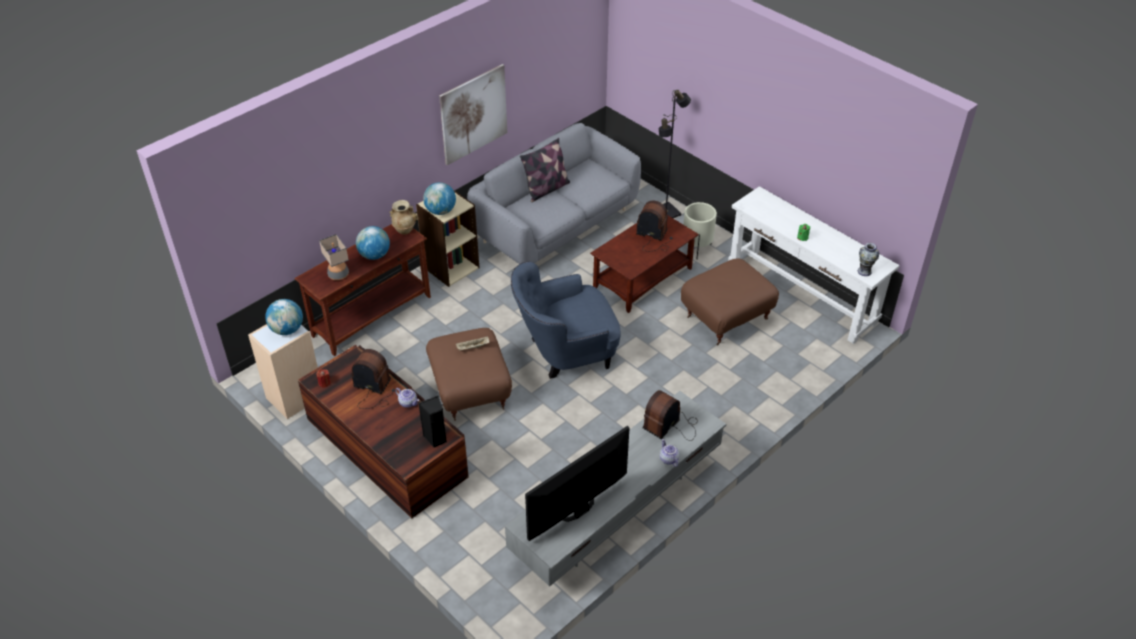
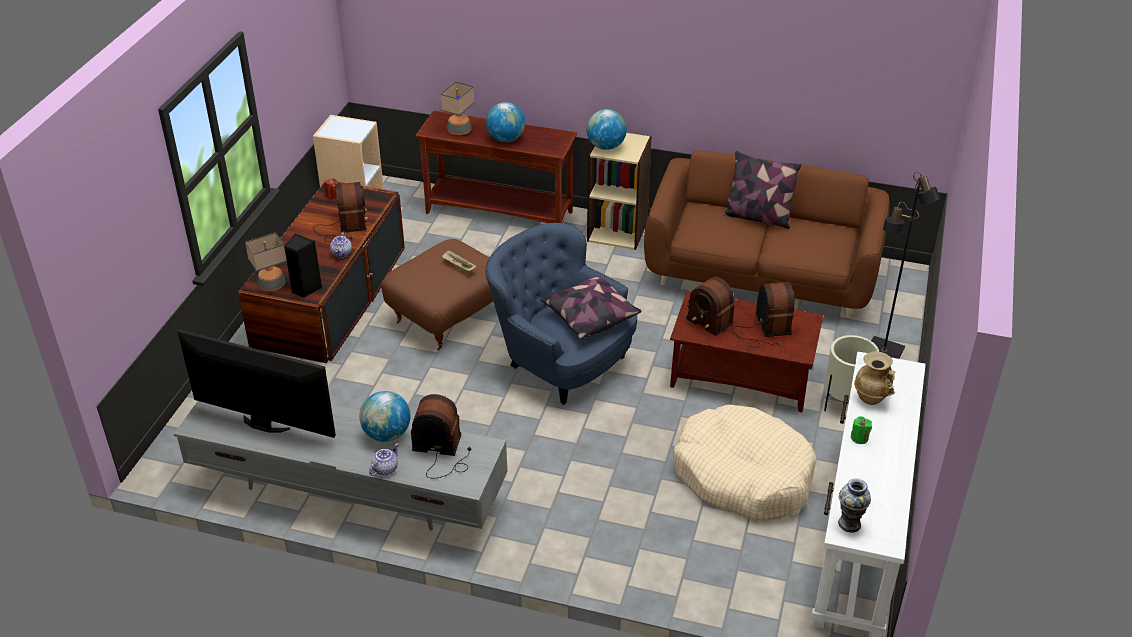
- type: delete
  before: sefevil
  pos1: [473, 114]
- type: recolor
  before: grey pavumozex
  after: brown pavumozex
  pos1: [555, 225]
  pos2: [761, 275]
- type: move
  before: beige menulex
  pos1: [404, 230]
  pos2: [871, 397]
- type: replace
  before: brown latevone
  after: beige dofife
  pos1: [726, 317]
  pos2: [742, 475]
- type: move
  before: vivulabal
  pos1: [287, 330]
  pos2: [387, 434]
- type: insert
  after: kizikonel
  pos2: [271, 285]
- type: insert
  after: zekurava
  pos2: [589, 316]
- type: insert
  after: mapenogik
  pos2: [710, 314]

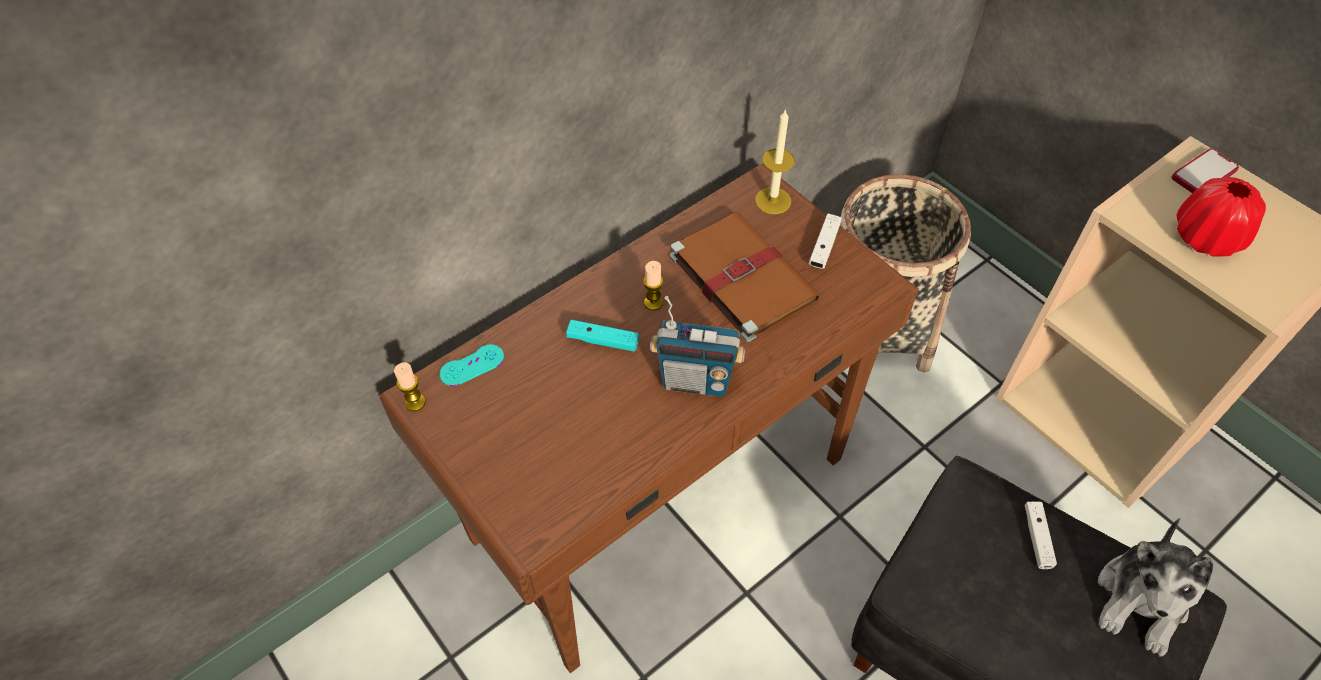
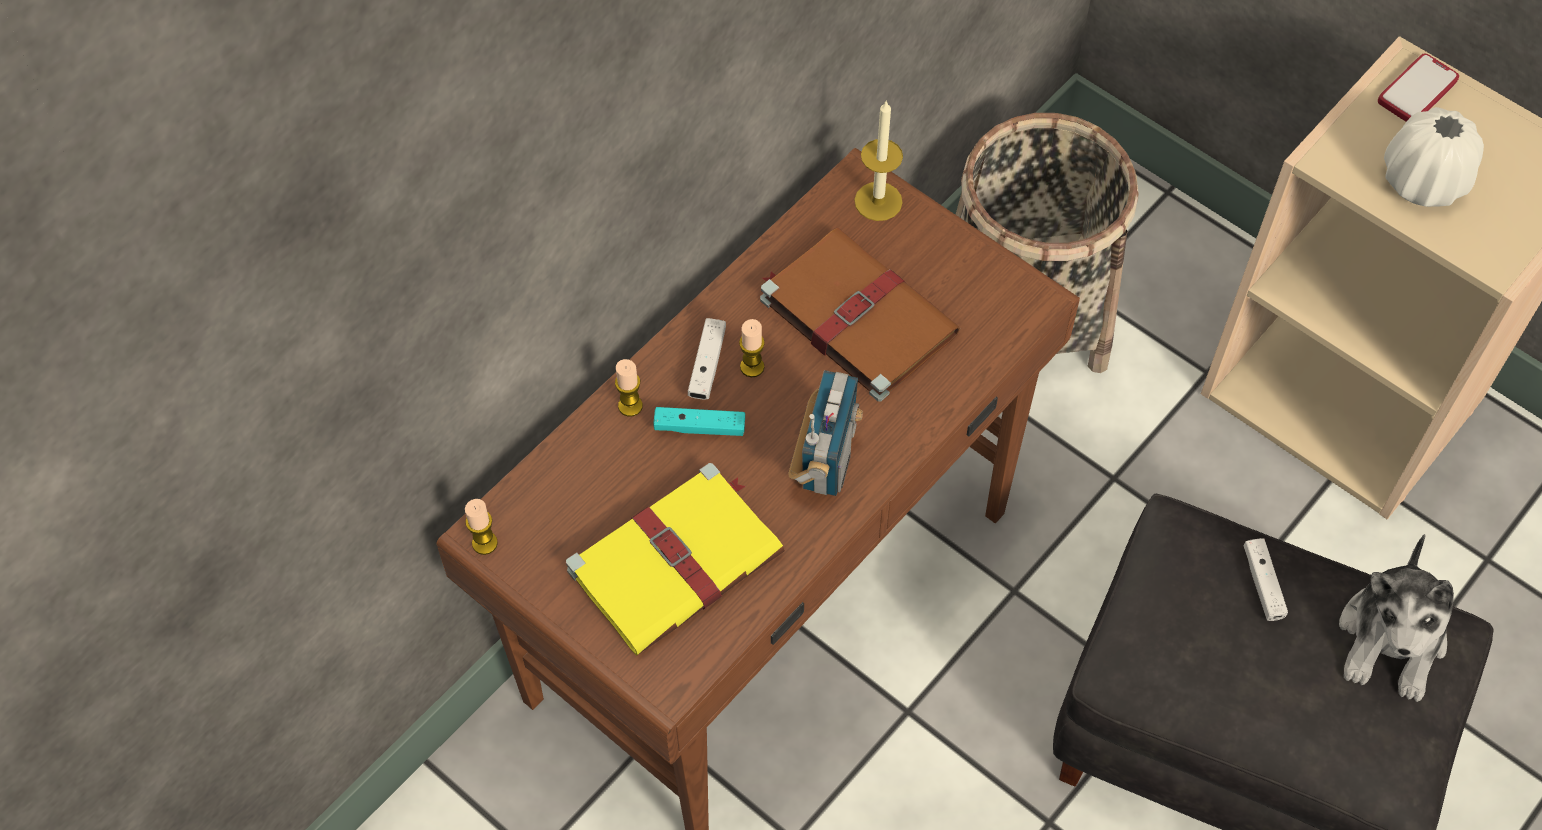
- type: recolor
  before: red menulex
  after: white menulex
  pos1: [1205, 238]
  pos2: [1422, 181]
- type: move
  before: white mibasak
  pos1: [824, 247]
  pos2: [707, 365]
- type: rotate
  before: mapenogik
  pos1: [696, 381]
  pos2: [825, 461]
  turn: -75
- type: delete
  before: turquoise mibasak
  pos1: [472, 365]
- type: insert
  after: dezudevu
  pos2: [630, 406]
- type: insert
  after: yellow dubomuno
  pos2: [678, 560]

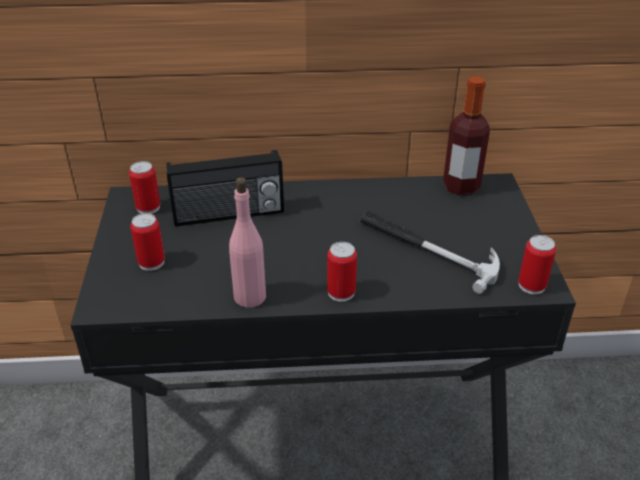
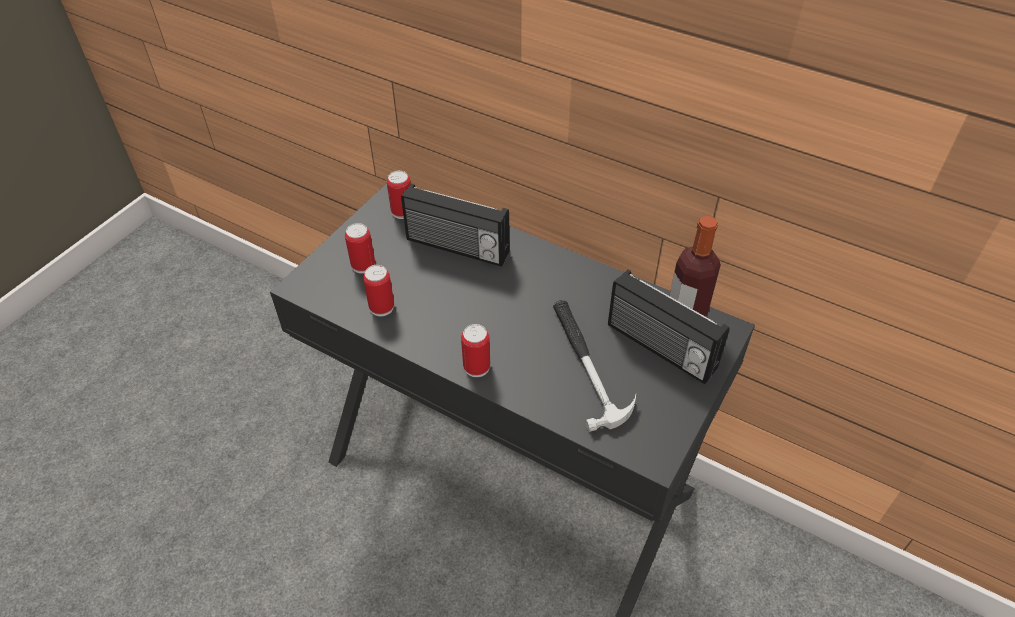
- type: delete
  before: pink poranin
  pos1: [249, 296]
- type: move
  before: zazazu
  pos1: [531, 285]
  pos2: [381, 307]
- type: insert
  after: mapenogik
  pos2: [659, 348]

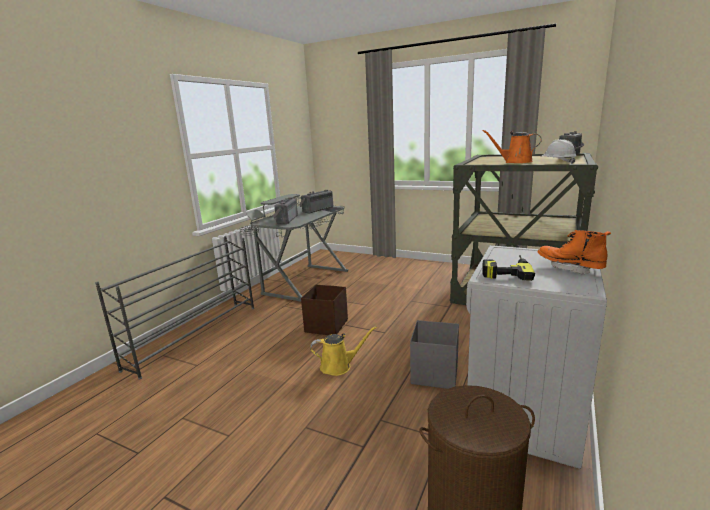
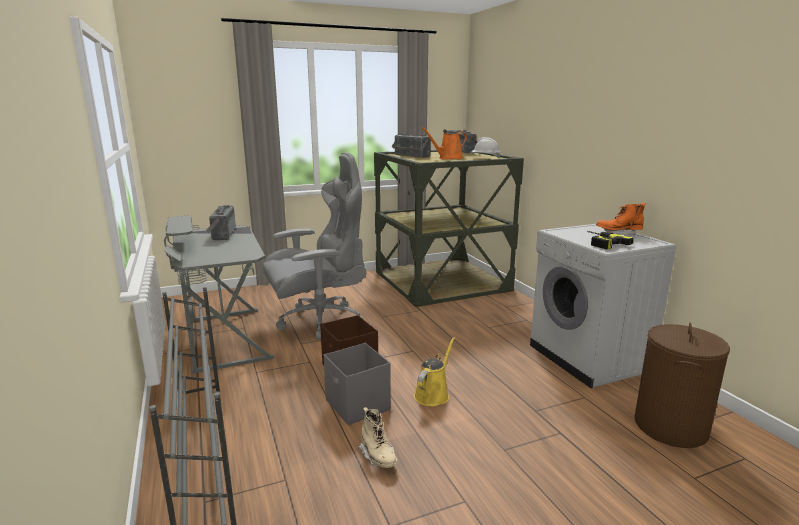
- type: move
  before: mapenogik
  pos1: [285, 220]
  pos2: [410, 156]
- type: move
  before: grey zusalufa
  pos1: [434, 374]
  pos2: [357, 406]
- type: insert
  after: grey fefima
  pos2: [315, 323]
- type: insert
  after: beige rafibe
  pos2: [378, 456]

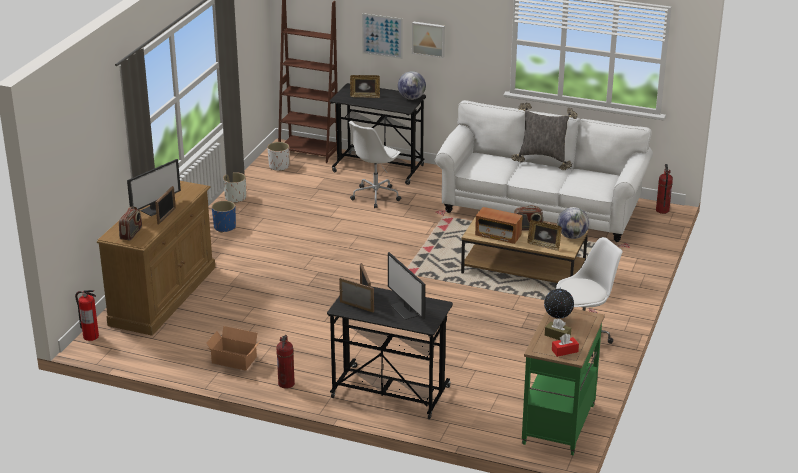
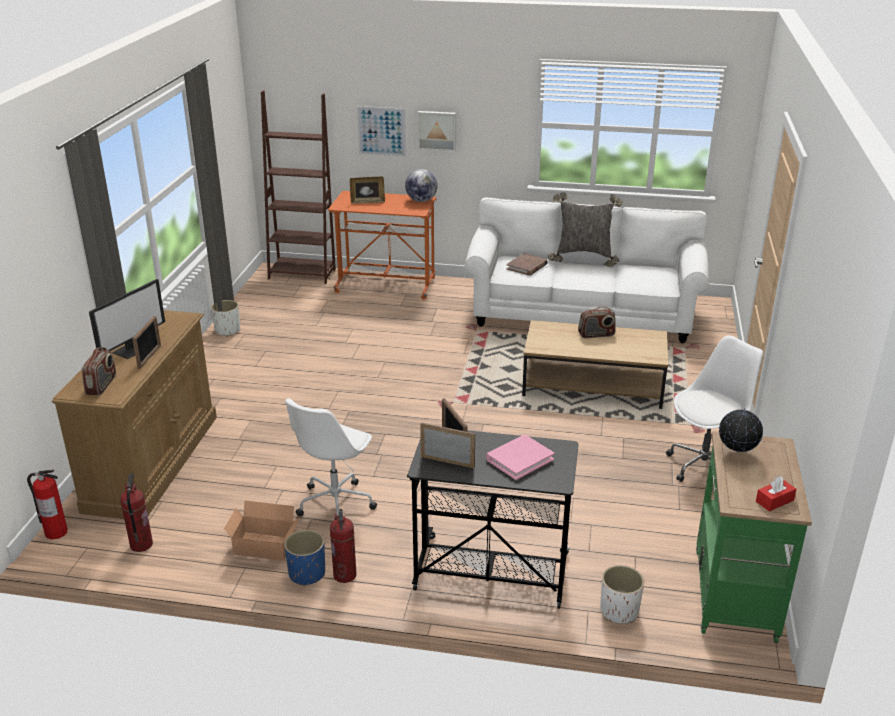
- type: recolor
  before: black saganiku
  after: orange saganiku
  pos1: [378, 168]
  pos2: [386, 285]
- type: move
  before: white fefima
  pos1: [374, 197]
  pos2: [334, 505]
- type: move
  before: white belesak
  pos1: [279, 166]
  pos2: [619, 611]
- type: move
  before: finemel
  pos1: [662, 210]
  pos2: [141, 545]
- type: move
  before: blue belesak
  pos1: [225, 227]
  pos2: [307, 573]
- type: delete
  before: mapenogik
  pos1: [498, 235]
- type: delete
  before: vivulabal
  pos1: [572, 236]
- type: delete
  before: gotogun
  pos1: [544, 246]
- type: replace
  before: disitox
  after: pink dubomuno
  pos1: [406, 310]
  pos2: [519, 459]
- type: delete
  before: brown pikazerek
  pos1: [557, 335]
- type: insert
  after: brown dubomuno
  pos2: [527, 266]

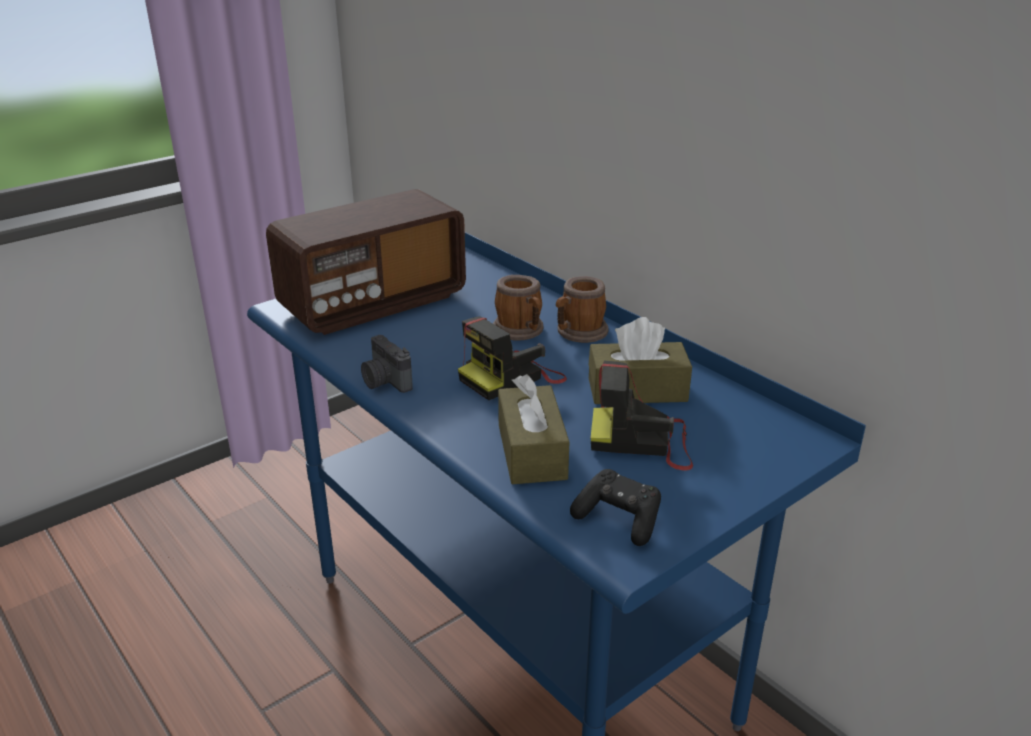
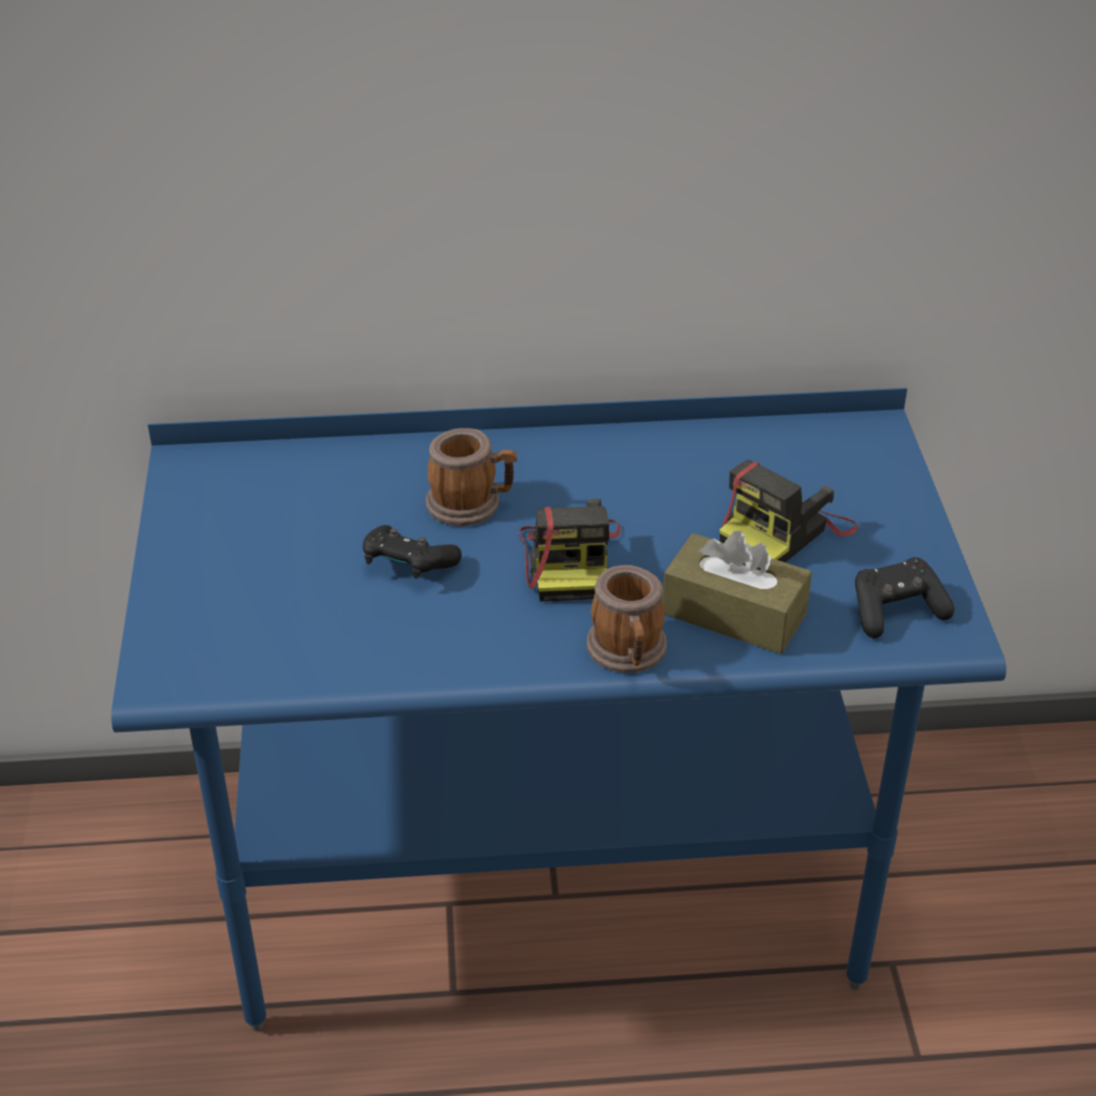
- type: delete
  before: mapenogik
  pos1: [373, 303]
- type: move
  before: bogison
  pos1: [578, 333]
  pos2: [628, 653]
- type: delete
  before: brown pikazerek
  pos1: [637, 390]
- type: delete
  before: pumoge
  pos1: [384, 382]
- type: insert
  after: black mibasak
  pos2: [408, 566]

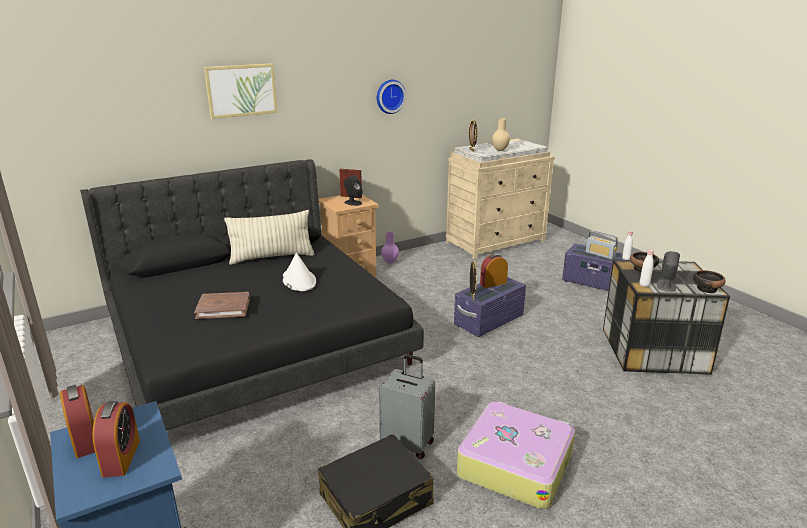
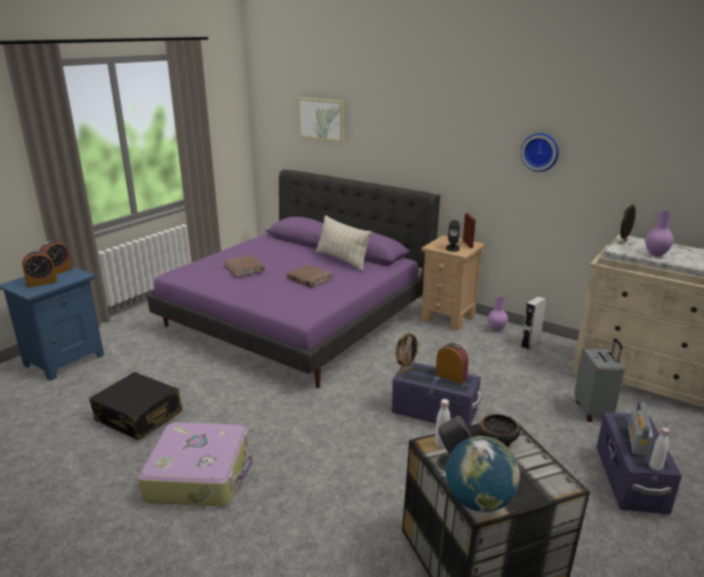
- type: move
  before: sefevil
  pos1: [241, 90]
  pos2: [321, 119]
- type: recolor
  before: beige menulex
  after: purple menulex
  pos1: [500, 150]
  pos2: [656, 255]
- type: recolor
  before: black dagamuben
  after: purple dagamuben
  pos1: [255, 343]
  pos2: [299, 316]
- type: replace
  before: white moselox
  after: brown dubomuno
  pos1: [299, 280]
  pos2: [309, 278]
- type: replace
  before: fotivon
  after: vivulabal
  pos1: [706, 289]
  pos2: [479, 501]
- type: move
  before: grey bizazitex
  pos1: [408, 443]
  pos2: [594, 411]
- type: insert
  after: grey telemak
  pos2: [530, 344]

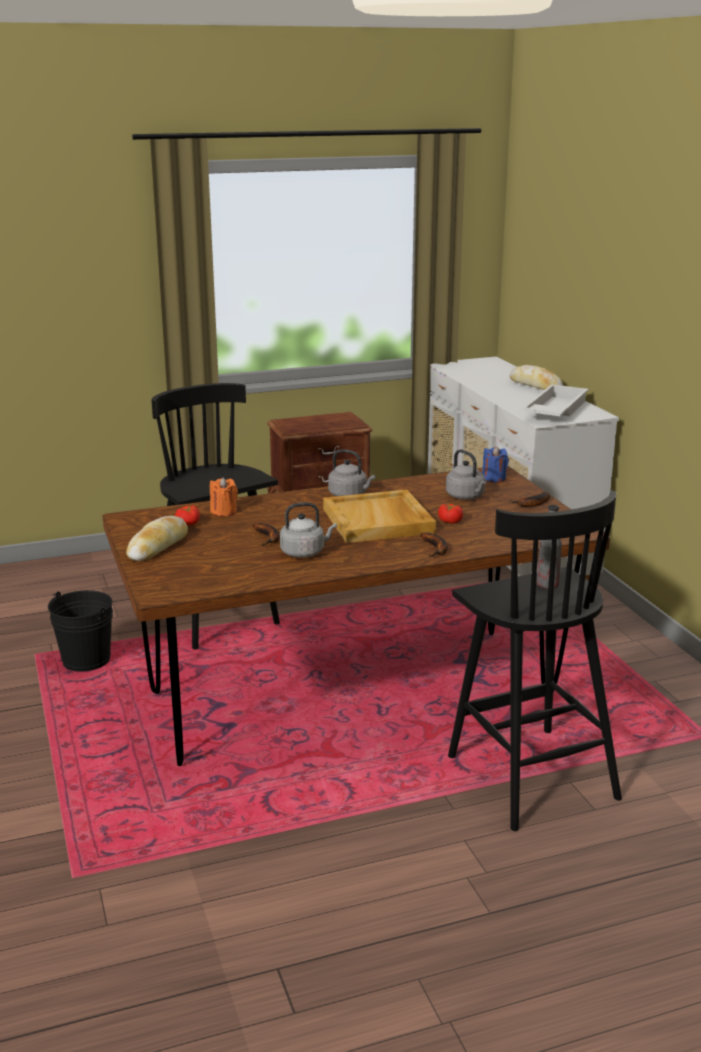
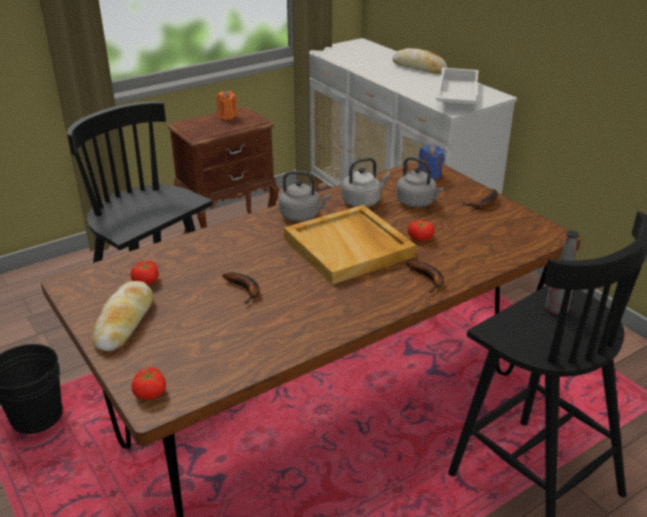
- type: move
  before: orange dezudevu
  pos1: [224, 511]
  pos2: [227, 116]
- type: move
  before: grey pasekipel
  pos1: [305, 552]
  pos2: [363, 201]
- type: insert
  after: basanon
  pos2: [151, 392]

